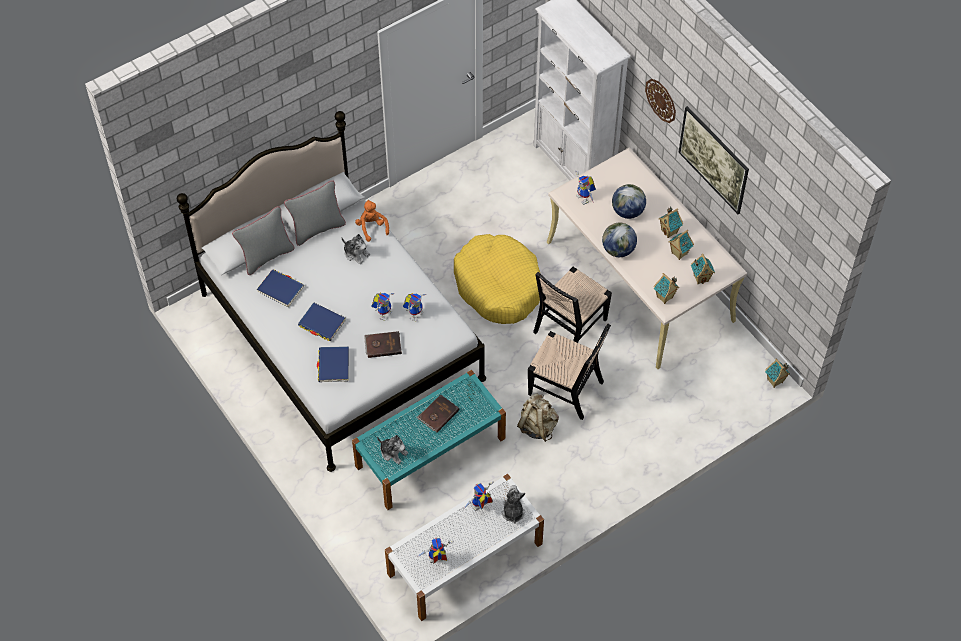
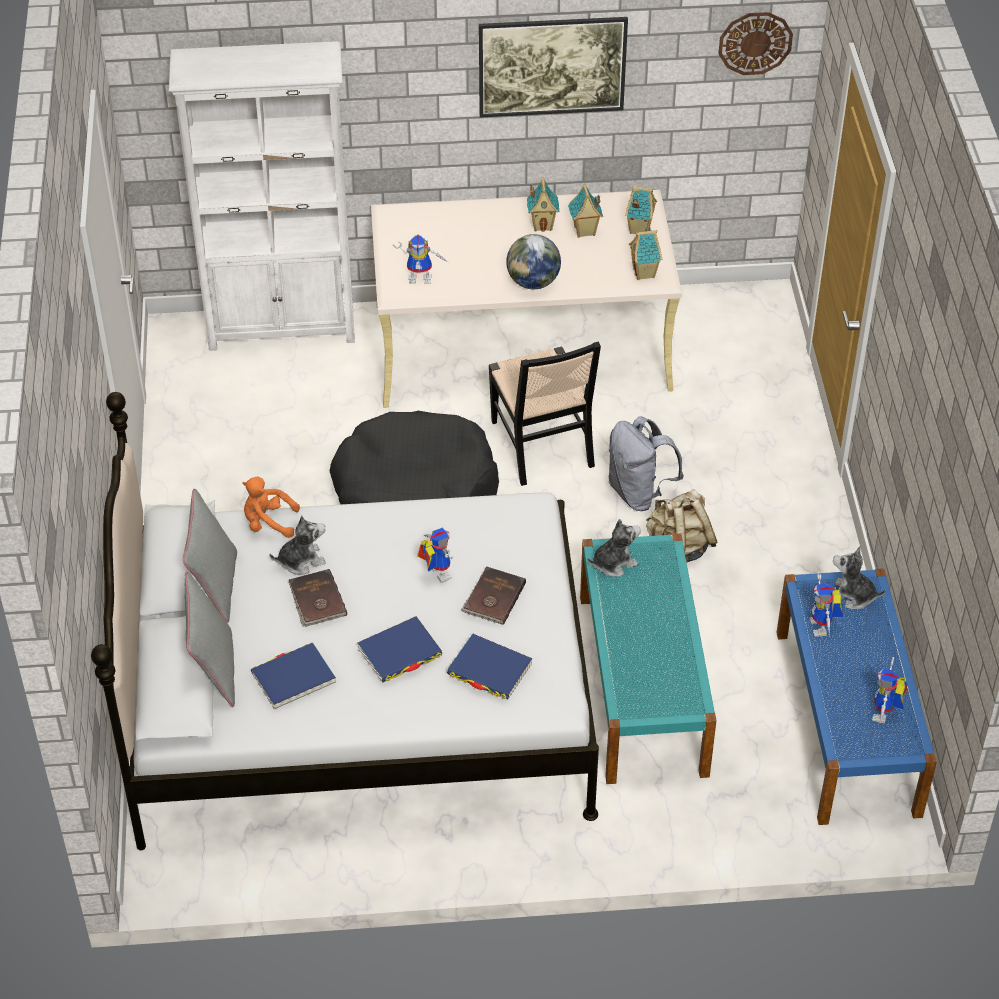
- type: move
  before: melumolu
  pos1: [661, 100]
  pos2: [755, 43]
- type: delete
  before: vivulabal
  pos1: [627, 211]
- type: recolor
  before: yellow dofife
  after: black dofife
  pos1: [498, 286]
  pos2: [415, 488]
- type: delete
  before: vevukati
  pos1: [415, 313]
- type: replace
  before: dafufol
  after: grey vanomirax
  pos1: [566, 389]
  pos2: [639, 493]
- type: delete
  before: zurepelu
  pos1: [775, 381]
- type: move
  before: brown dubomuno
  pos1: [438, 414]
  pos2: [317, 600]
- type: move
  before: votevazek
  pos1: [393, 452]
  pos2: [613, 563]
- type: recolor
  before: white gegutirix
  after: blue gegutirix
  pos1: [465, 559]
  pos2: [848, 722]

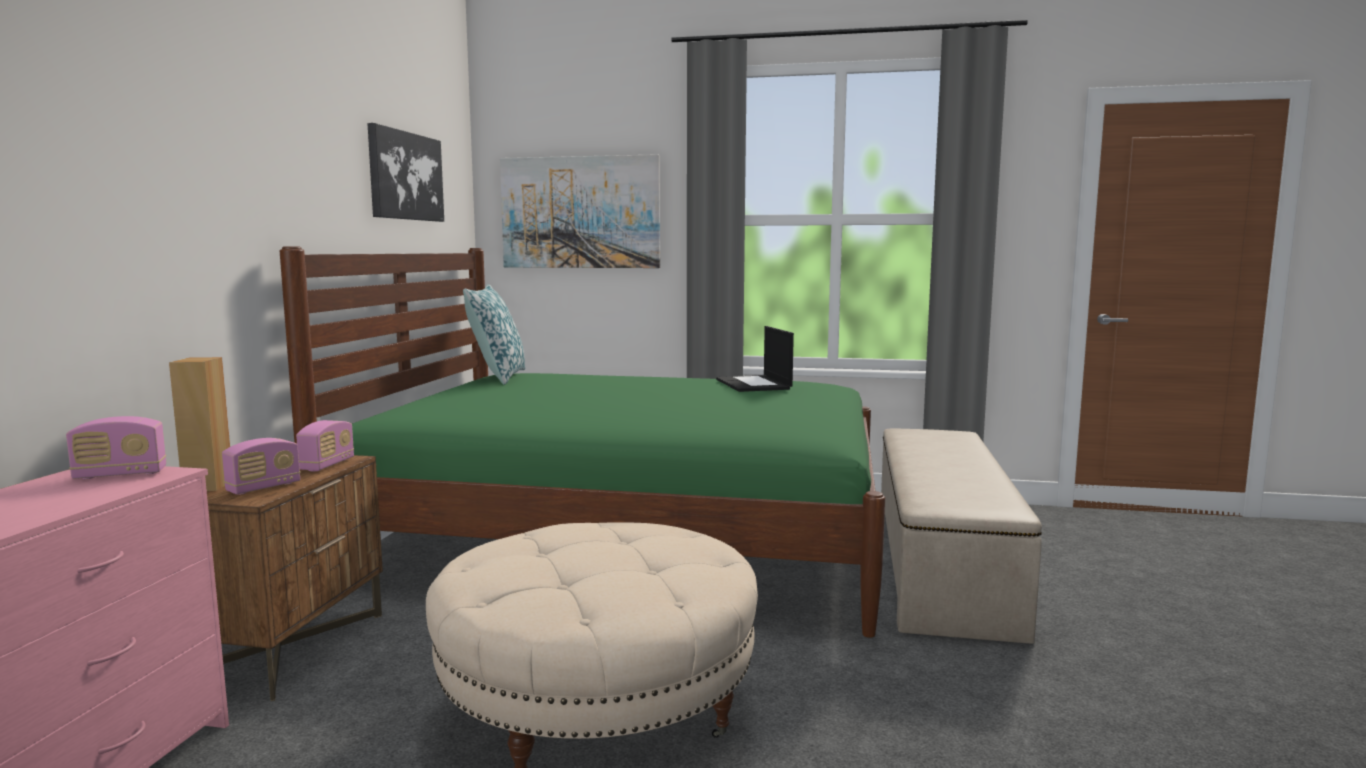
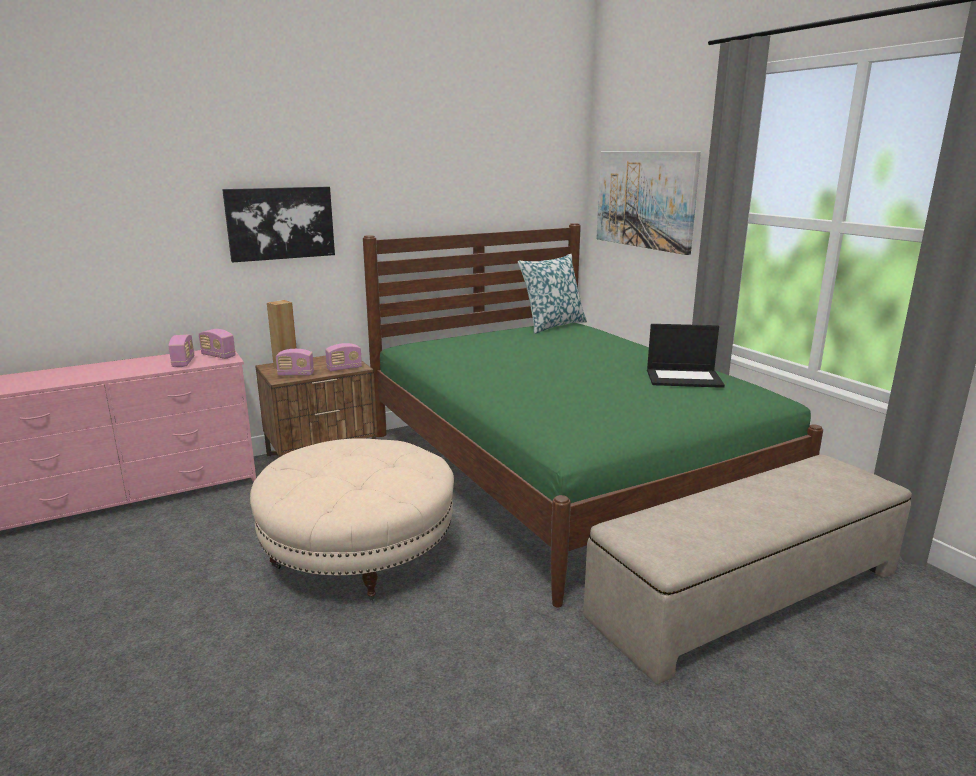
- type: move
  before: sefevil
  pos1: [405, 176]
  pos2: [280, 223]
- type: rotate
  before: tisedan
  pos1: [754, 384]
  pos2: [684, 378]
  turn: -120
- type: insert
  after: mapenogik
  pos2: [183, 362]

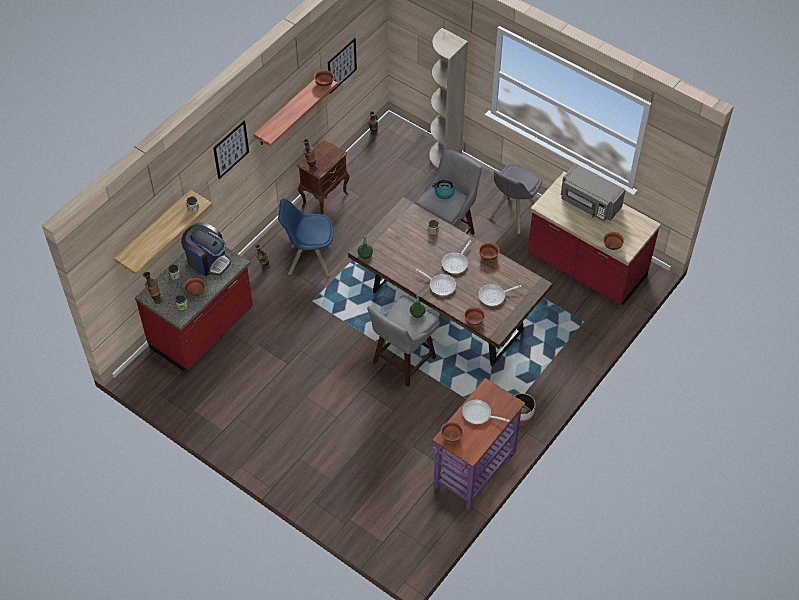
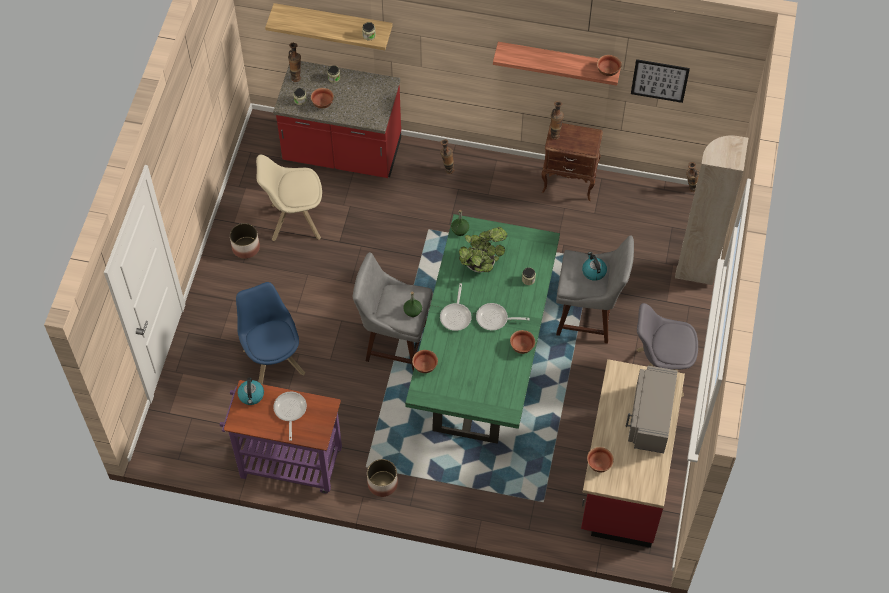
- type: delete
  before: sefevil
  pos1: [231, 149]
- type: recolor
  before: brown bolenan
  after: green bolenan
  pos1: [448, 311]
  pos2: [483, 359]
- type: move
  before: blue dafufol
  pos1: [309, 260]
  pos2: [273, 362]
- type: delete
  before: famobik
  pos1: [208, 260]
- type: delete
  before: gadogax
  pos1: [494, 296]
- type: replace
  before: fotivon
  after: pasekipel
  pos1: [451, 436]
  pos2: [251, 395]
- type: insert
  after: beige dafufol
  pos2: [295, 221]
- type: insert
  after: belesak
  pos2: [246, 248]
- type: insert
  after: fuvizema
  pos2: [481, 264]

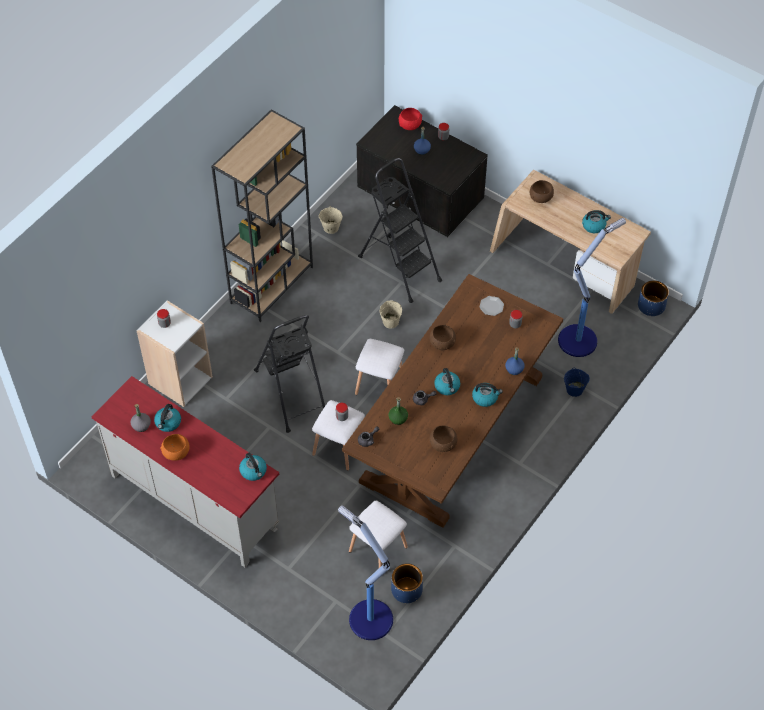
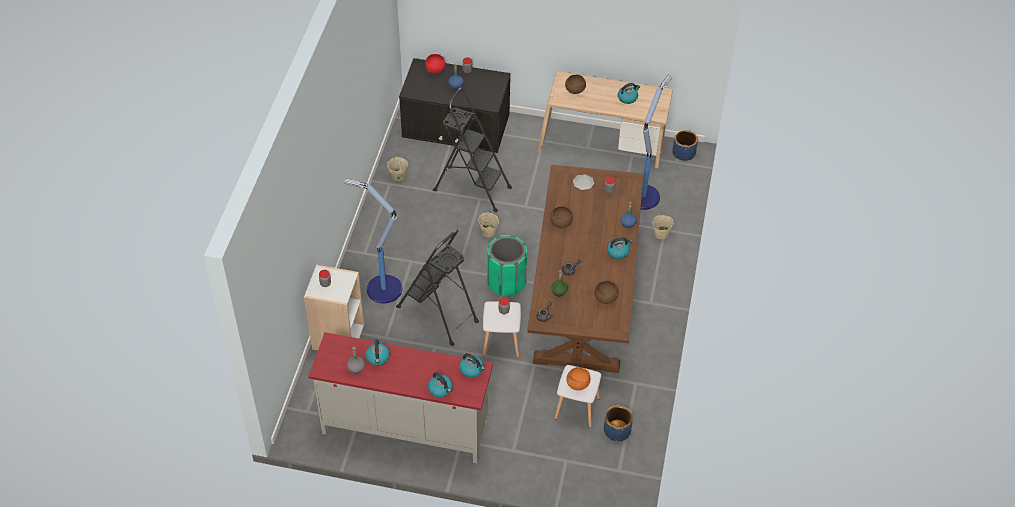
- type: delete
  before: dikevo
  pos1: [271, 284]
- type: replace
  before: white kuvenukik
  after: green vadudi
  pos1: [379, 383]
  pos2: [506, 282]
- type: move
  before: pasekipel
  pos1: [447, 387]
  pos2: [441, 389]
- type: recolor
  before: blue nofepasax
  after: beige nofepasax
  pos1: [575, 389]
  pos2: [661, 233]
- type: move
  before: orange fotivon
  pos1: [176, 453]
  pos2: [577, 384]
- type: move
  before: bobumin
  pos1: [369, 618]
  pos2: [383, 289]

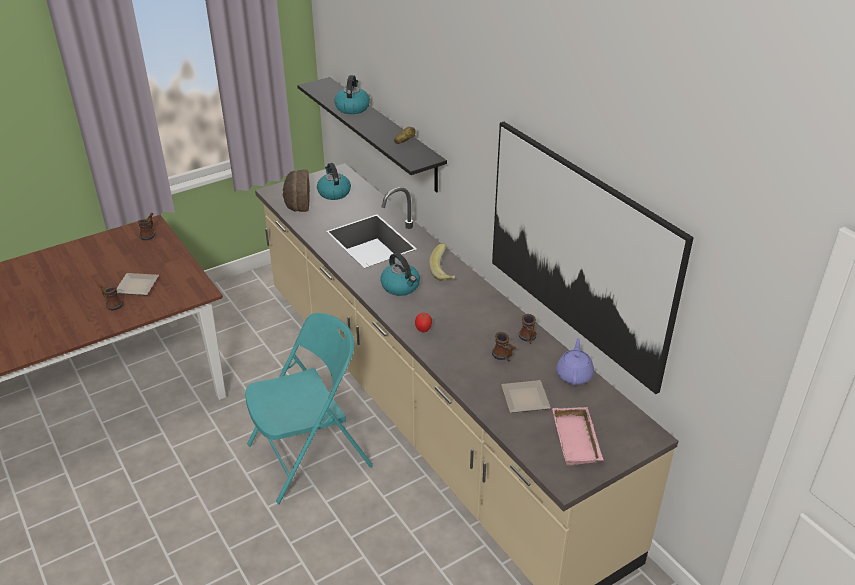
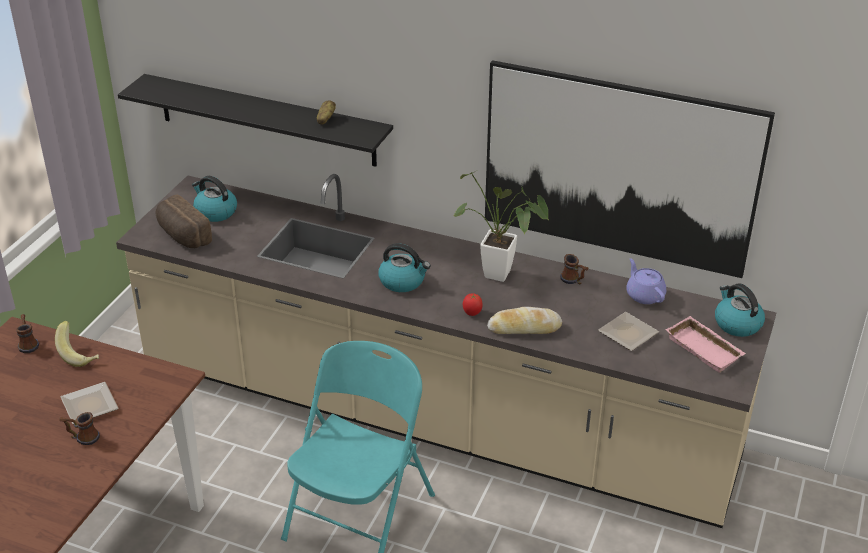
- type: move
  before: pasekipel
  pos1: [352, 108]
  pos2: [736, 324]
- type: move
  before: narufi
  pos1: [444, 272]
  pos2: [80, 354]
- type: delete
  before: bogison
  pos1: [504, 357]
- type: insert
  after: fuvizema
  pos2: [503, 276]
- type: insert
  after: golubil
  pos2: [524, 328]

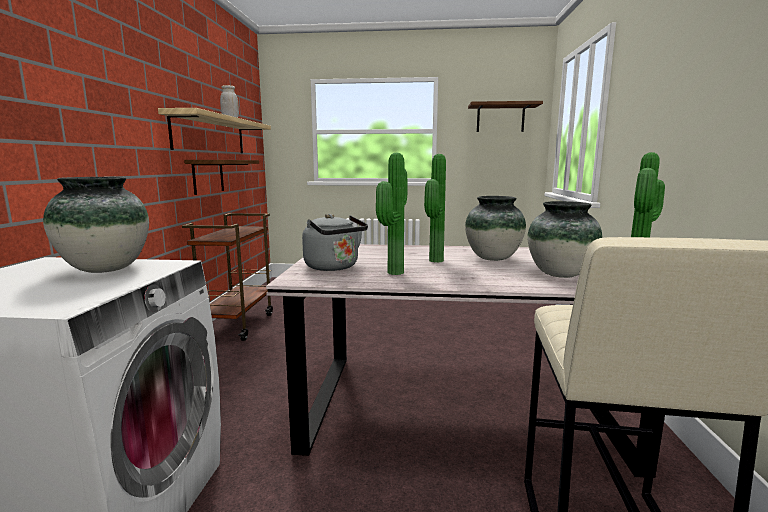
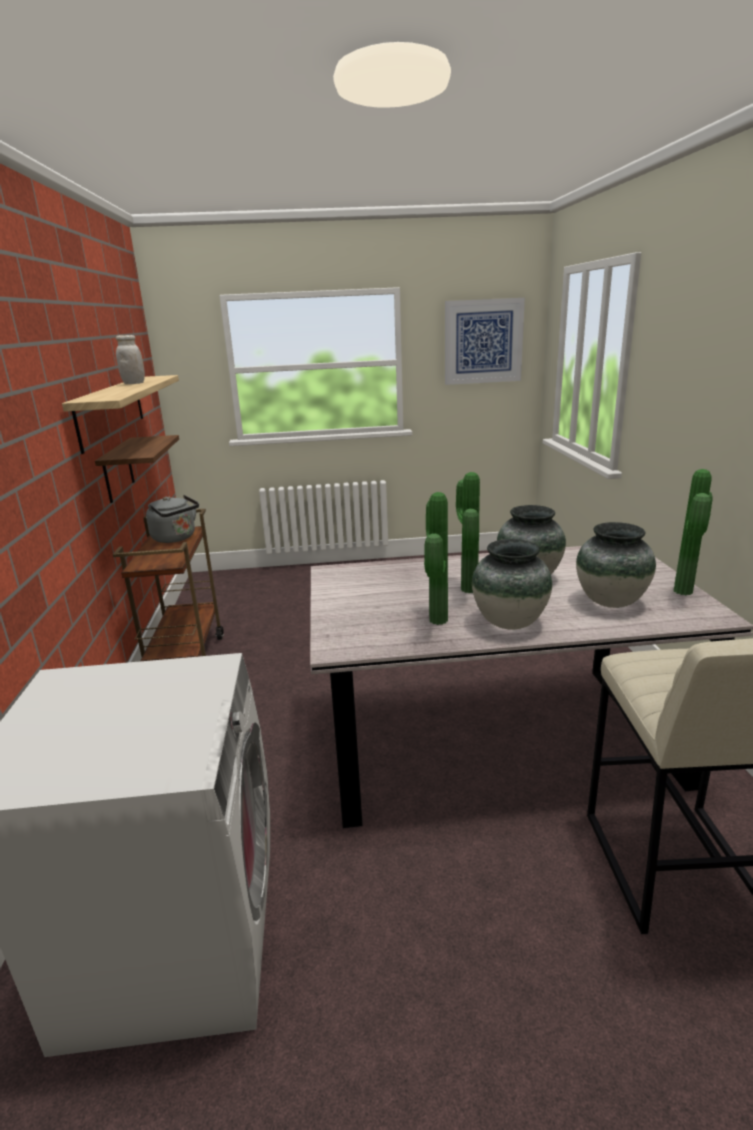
- type: replace
  before: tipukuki
  after: sefevil
  pos1: [500, 118]
  pos2: [483, 341]
- type: move
  before: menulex
  pos1: [106, 269]
  pos2: [509, 622]
- type: move
  before: grey pasekipel
  pos1: [334, 267]
  pos2: [176, 538]

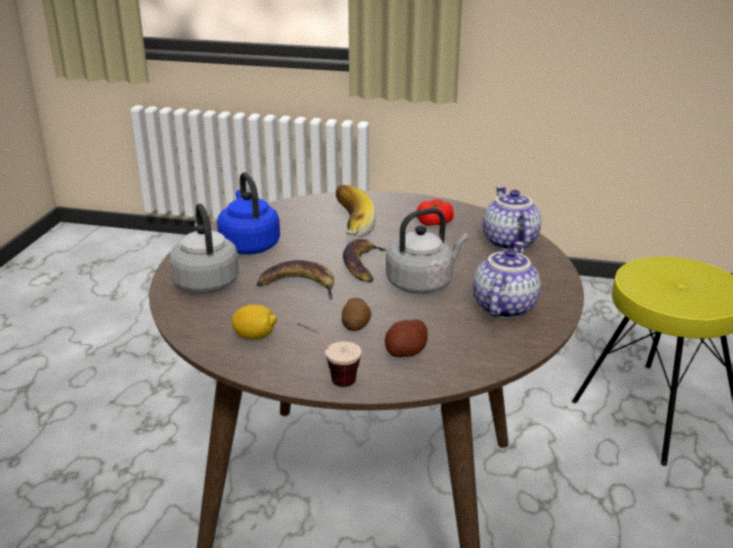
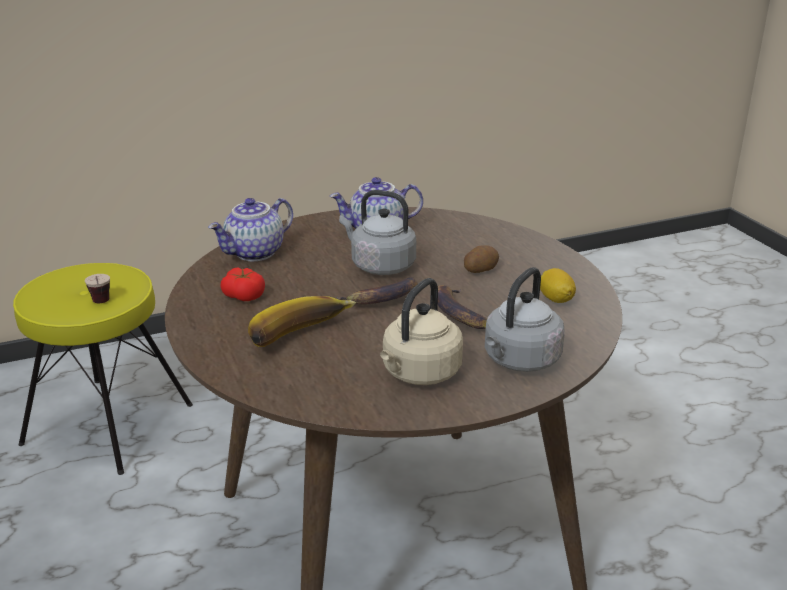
- type: recolor
  before: blue pasekipel
  after: beige pasekipel
  pos1: [249, 245]
  pos2: [419, 374]
- type: delete
  before: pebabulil
  pos1: [406, 352]
- type: move
  before: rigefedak
  pos1: [329, 378]
  pos2: [101, 304]

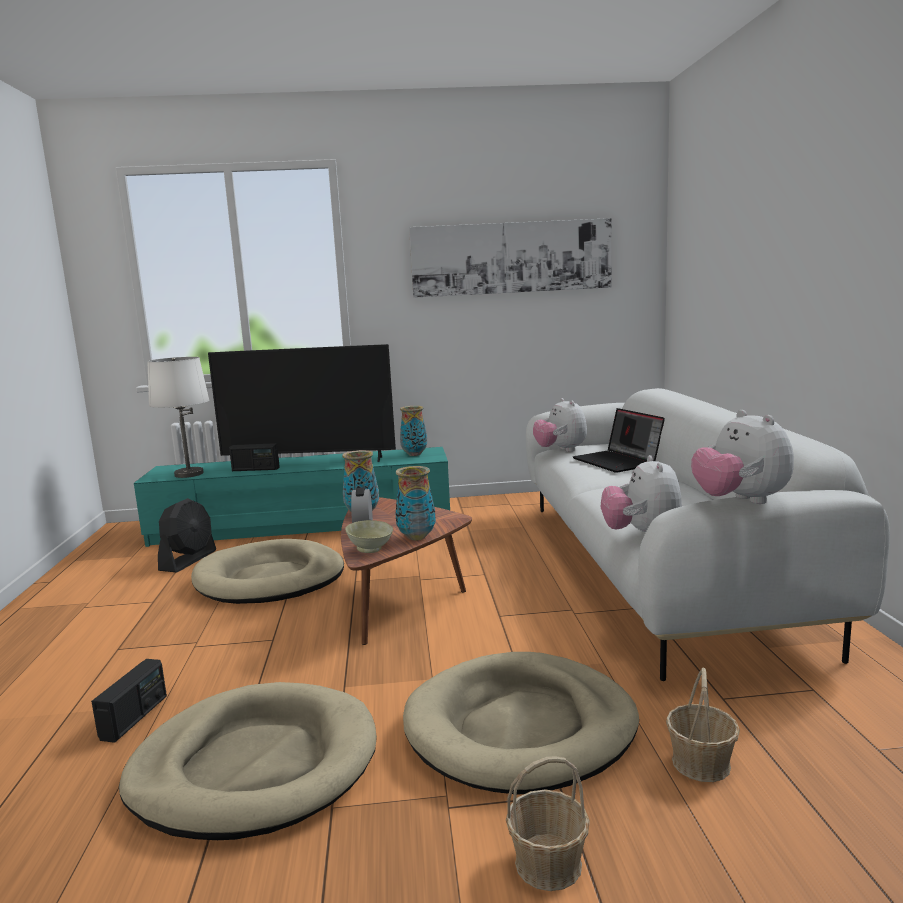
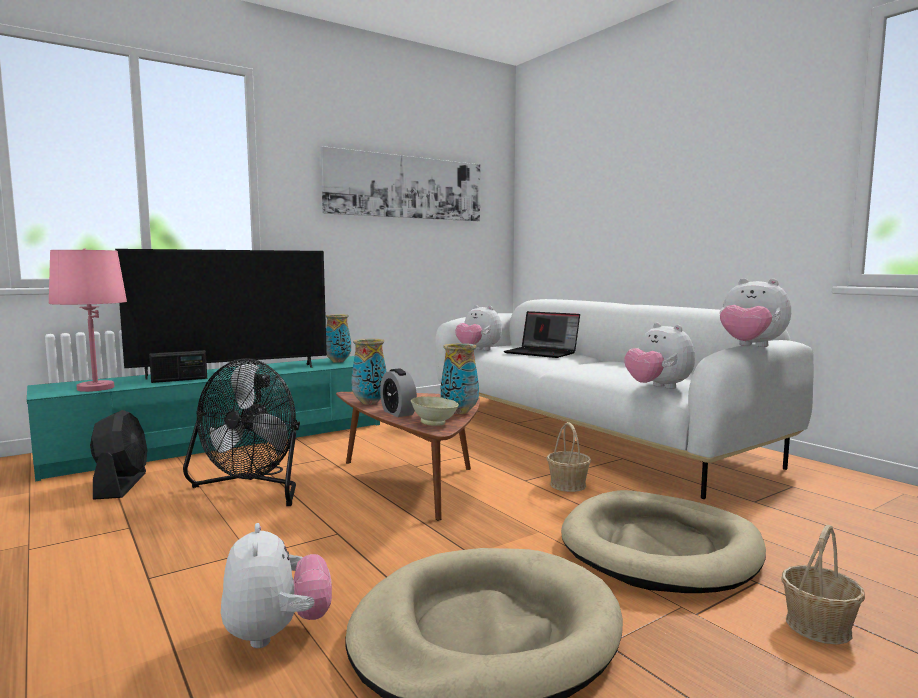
- type: recolor
  before: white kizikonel
  after: pink kizikonel
  pos1: [189, 474]
  pos2: [96, 388]
- type: replace
  before: beige dofife
  after: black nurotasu
  pos1: [269, 579]
  pos2: [254, 487]
- type: replace
  before: mapenogik
  after: votevazek
  pos1: [135, 717]
  pos2: [277, 633]
- type: move
  before: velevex
  pos1: [701, 763]
  pos2: [568, 485]

